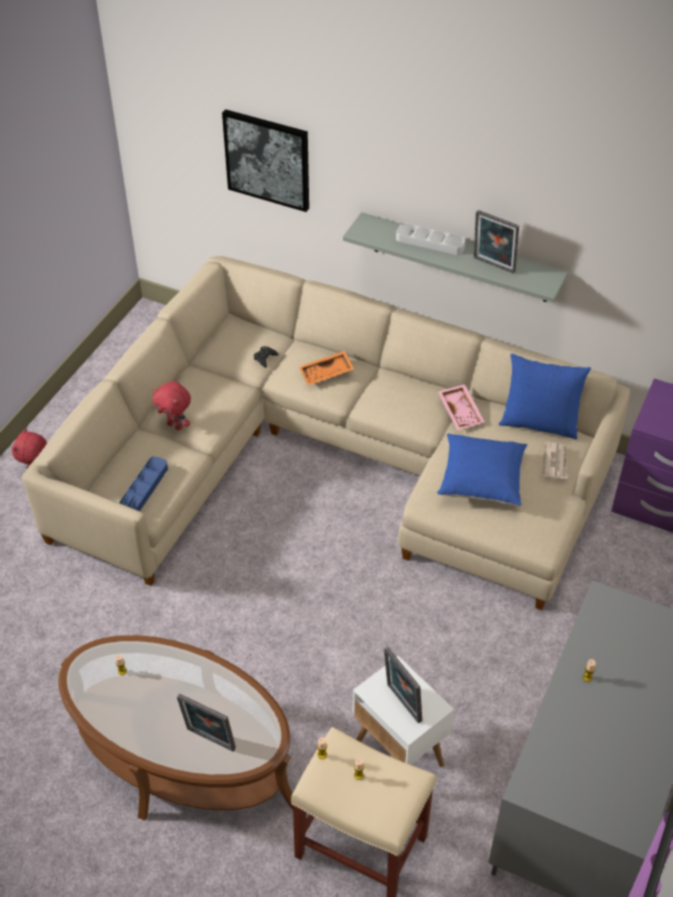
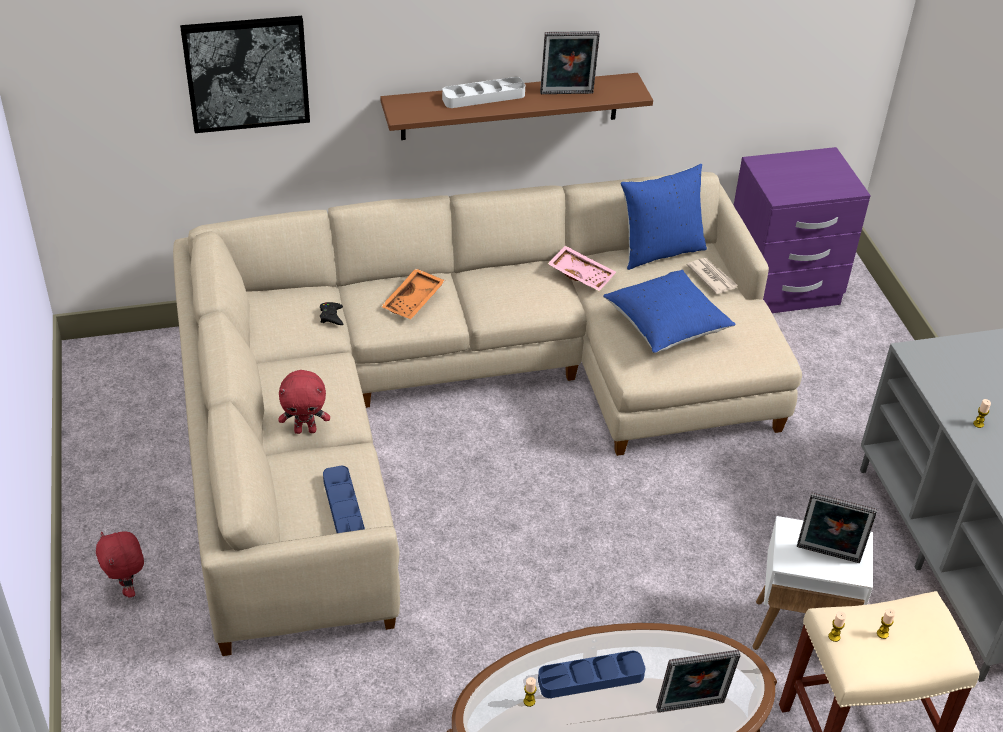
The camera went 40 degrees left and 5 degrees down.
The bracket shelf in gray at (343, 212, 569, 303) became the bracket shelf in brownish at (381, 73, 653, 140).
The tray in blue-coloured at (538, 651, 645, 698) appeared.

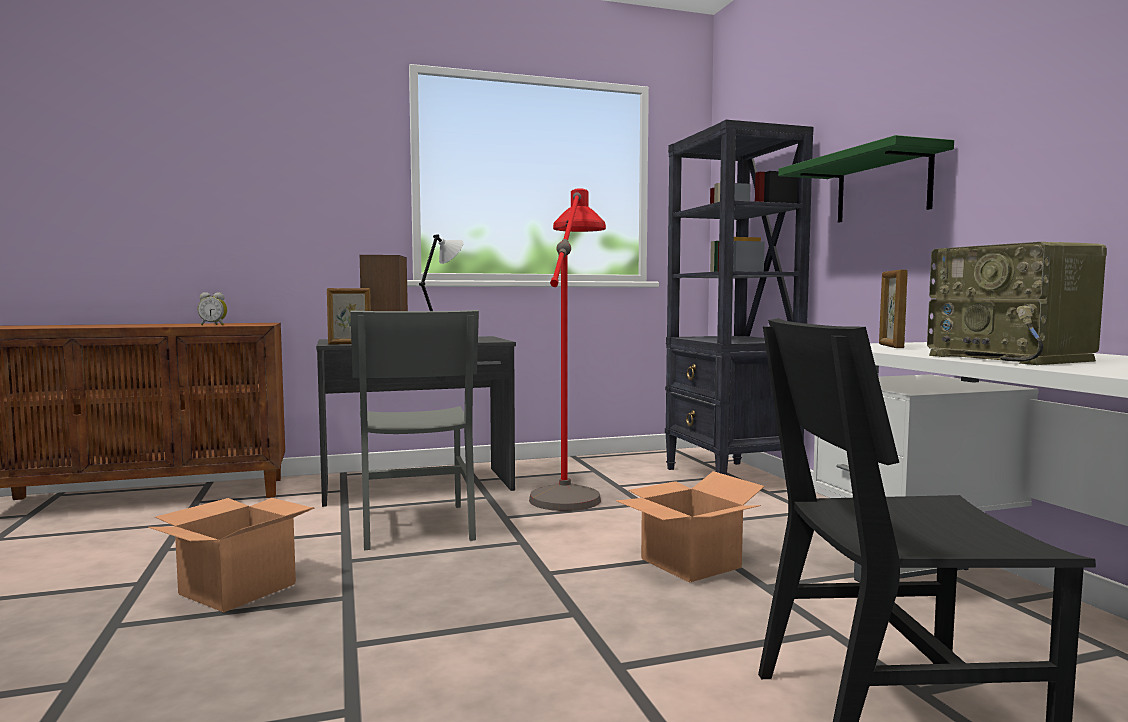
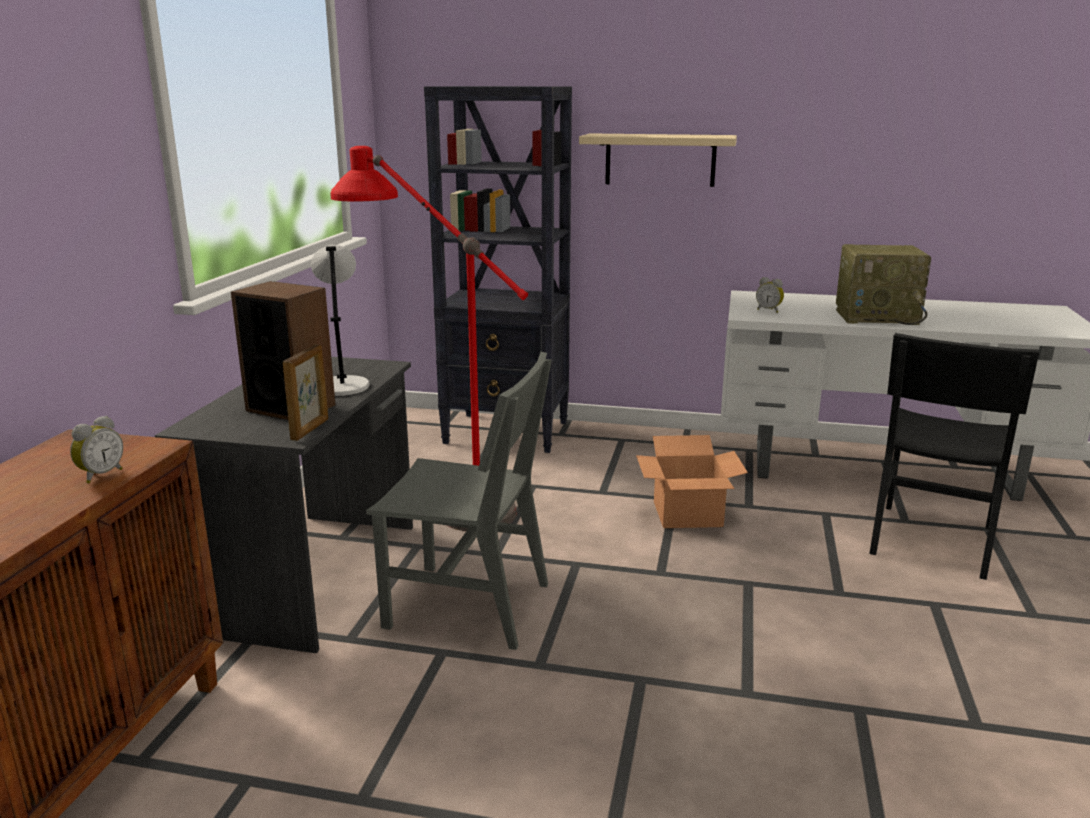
The camera went 60 degrees left and 15 degrees up.
The bracket shelf in green-coloured at (778, 135, 954, 223) became the bracket shelf in beige-coloured at (579, 133, 737, 187).
The standing frame at (879, 270, 908, 348) was replaced by the bedside clock at (756, 277, 784, 313).
The cardboard box at (148, 498, 315, 612) disappeared.

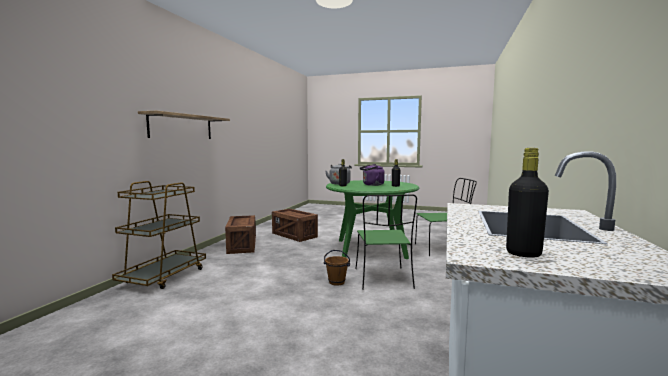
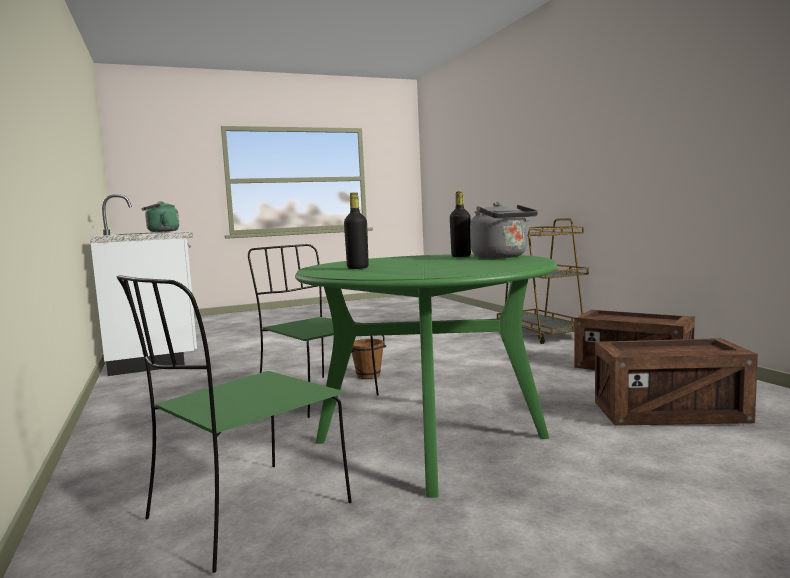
The camera went 140 degrees right and 0 degrees up.
The bracket shelf at (138, 111, 230, 139) disappeared.
The bottle in blackish at (506, 148, 549, 258) was replaced by the tea kettle in green-coloured at (141, 201, 179, 232).
The tea kettle in purple-coloured at (360, 164, 385, 186) disappeared.

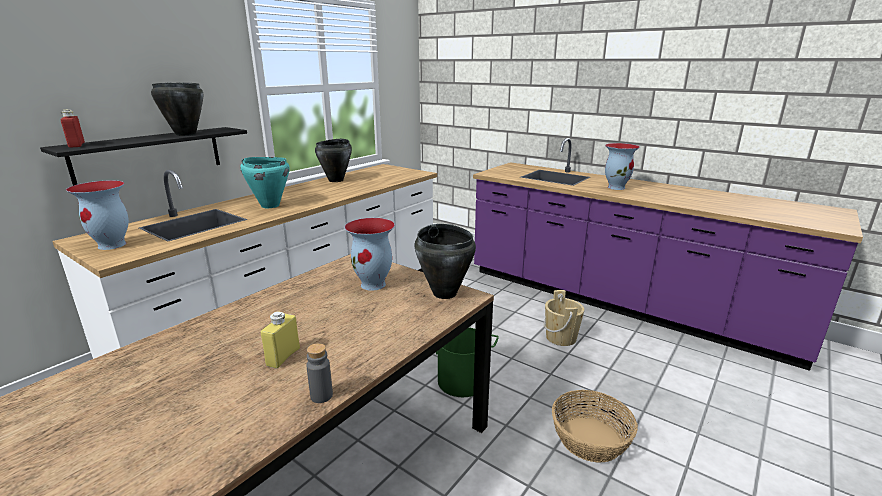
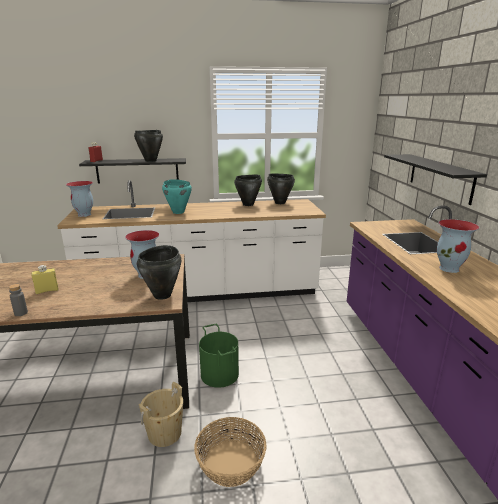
The camera went 45 degrees right and 0 degrees up.
The bucket in beige-coloured moved from (544, 290, 585, 346) to (139, 382, 183, 447).
The bracket shelf in blackish at (384, 154, 487, 205) appeared.
The stockpot in blackish at (267, 173, 295, 204) appeared.

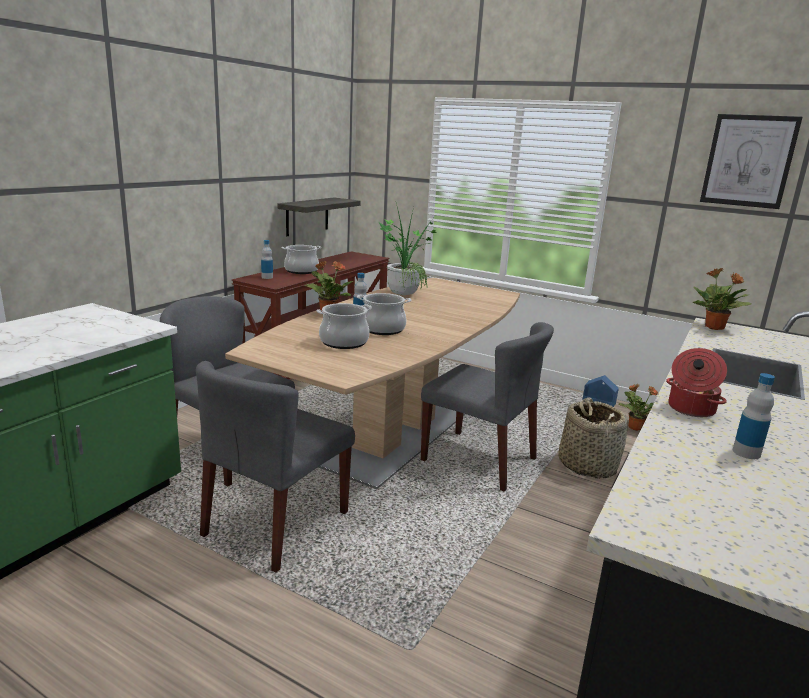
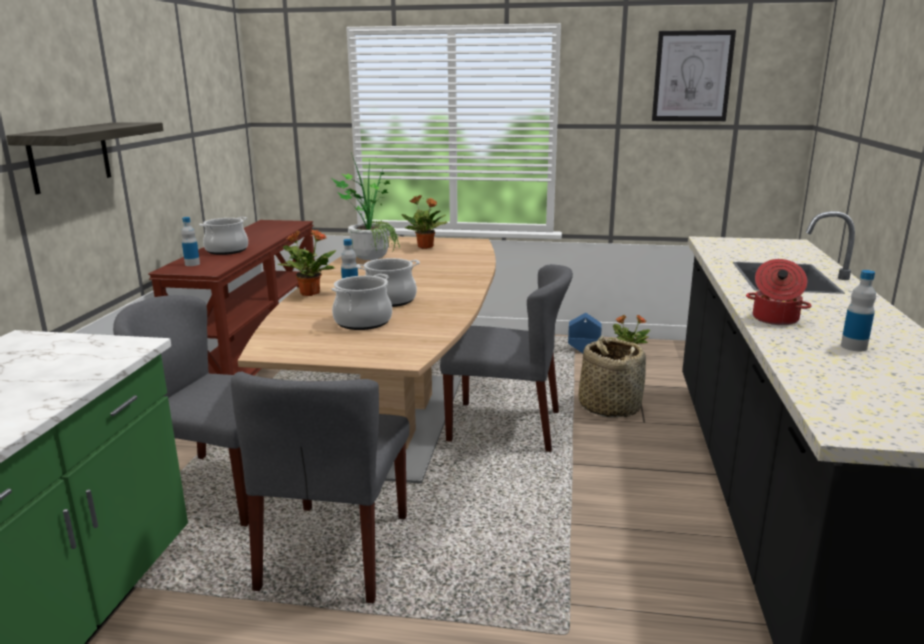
The camera went 20 degrees left and 0 degrees up.
The bracket shelf moved from (277, 198, 361, 236) to (6, 122, 164, 194).
The potted plant moved from (693, 268, 751, 330) to (401, 195, 448, 249).

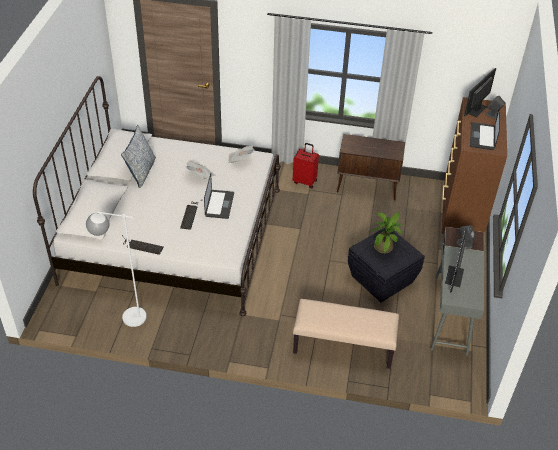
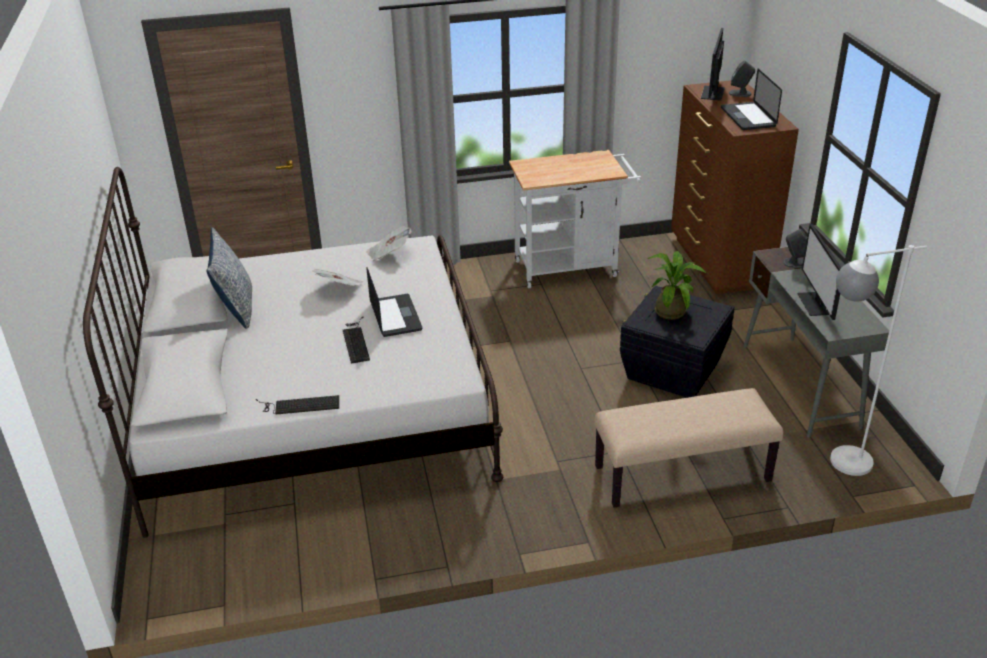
The camera went 20 degrees left and 10 degrees down.
The cabinet in brownish at (337, 134, 405, 201) was replaced by the cart in white-coloured at (509, 150, 642, 288).
The travel case in red at (293, 143, 319, 189) disappeared.
The standard lamp in white-coloured moved from (86, 212, 147, 327) to (830, 245, 927, 476).

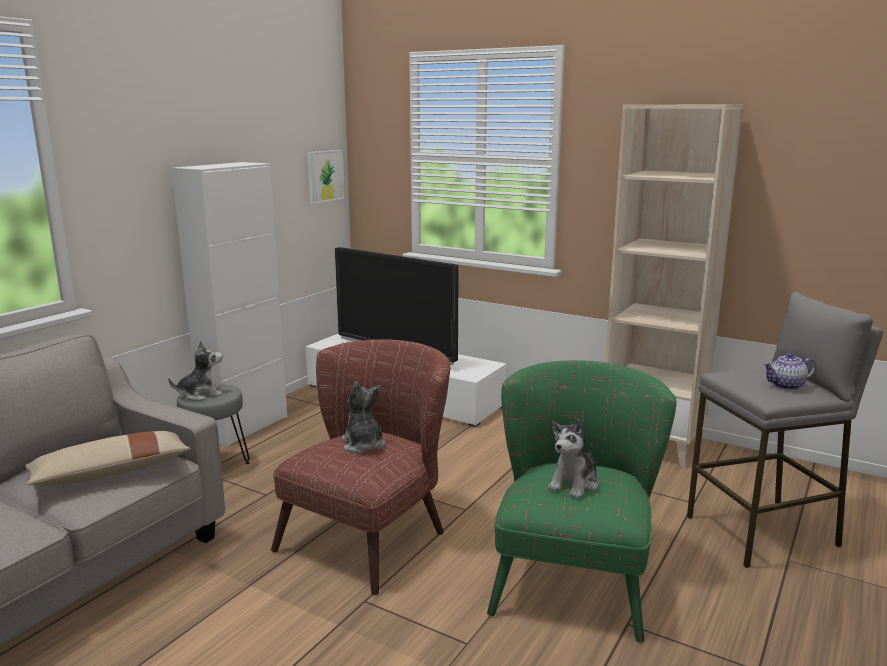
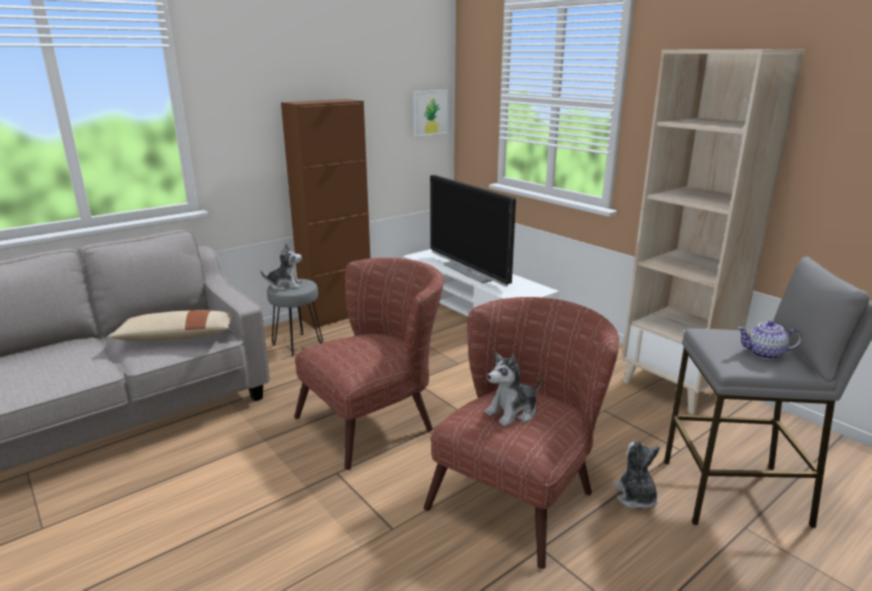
The camera went 20 degrees right and 5 degrees up.
The cabinet in white-coloured at (172, 162, 287, 447) became the cabinet in brownish at (281, 99, 370, 329).
The armchair in green-coloured at (487, 360, 677, 643) became the armchair in brownish at (424, 297, 619, 569).
The soft toy moved from (342, 381, 385, 453) to (614, 441, 660, 509).

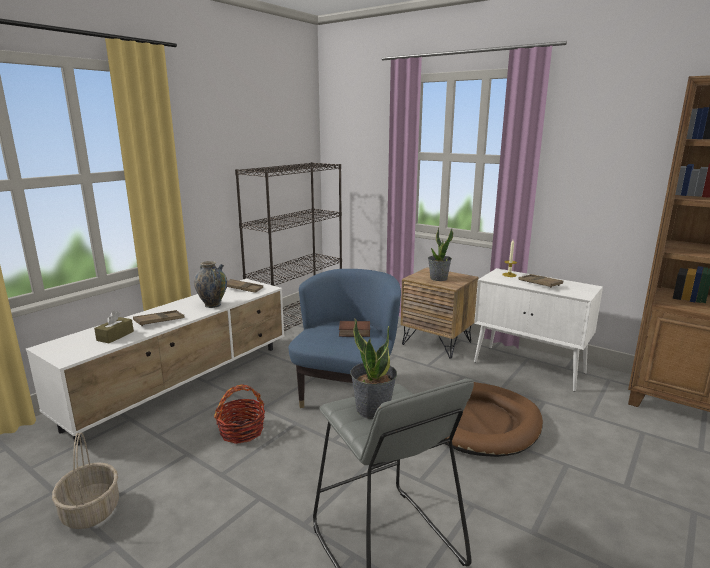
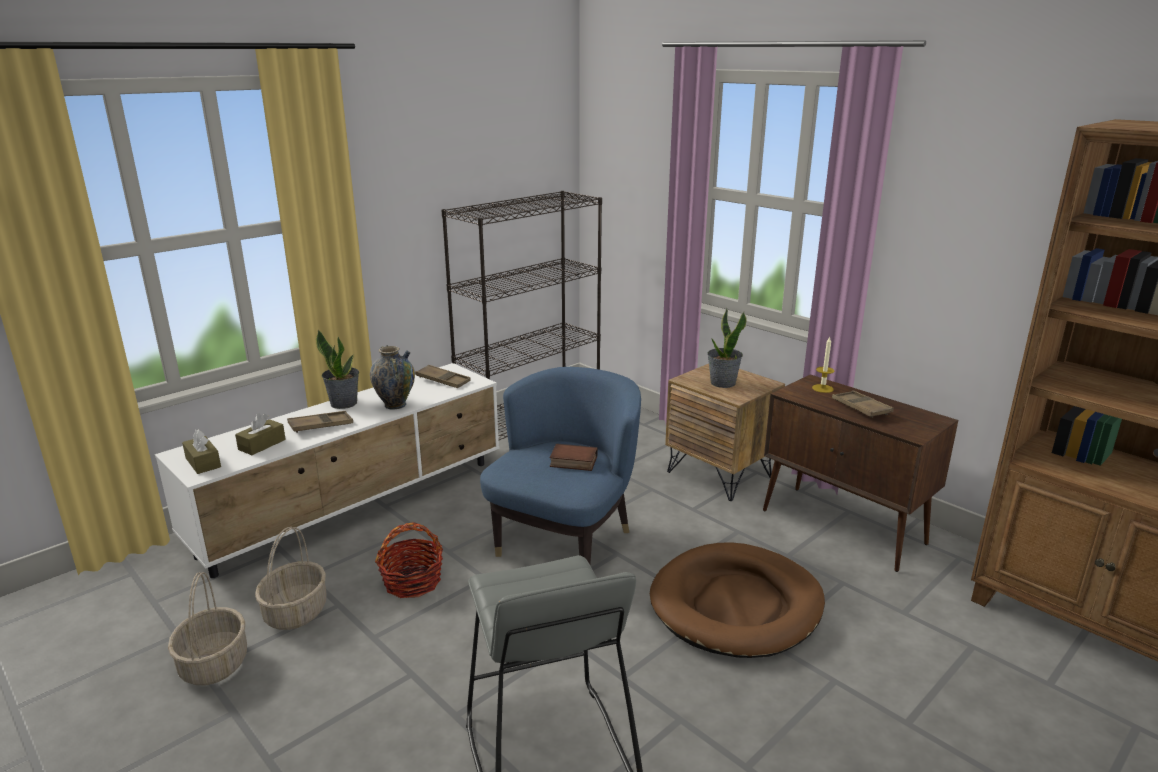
The camera went 10 degrees right and 5 degrees up.
The cabinet in white-coloured at (474, 268, 603, 392) became the cabinet in brownish at (763, 375, 958, 572).
The potted plant moved from (350, 319, 397, 419) to (316, 330, 359, 409).
The tissue box in brownish at (182, 429, 221, 474) appeared.
The household basket at (255, 527, 327, 630) appeared.

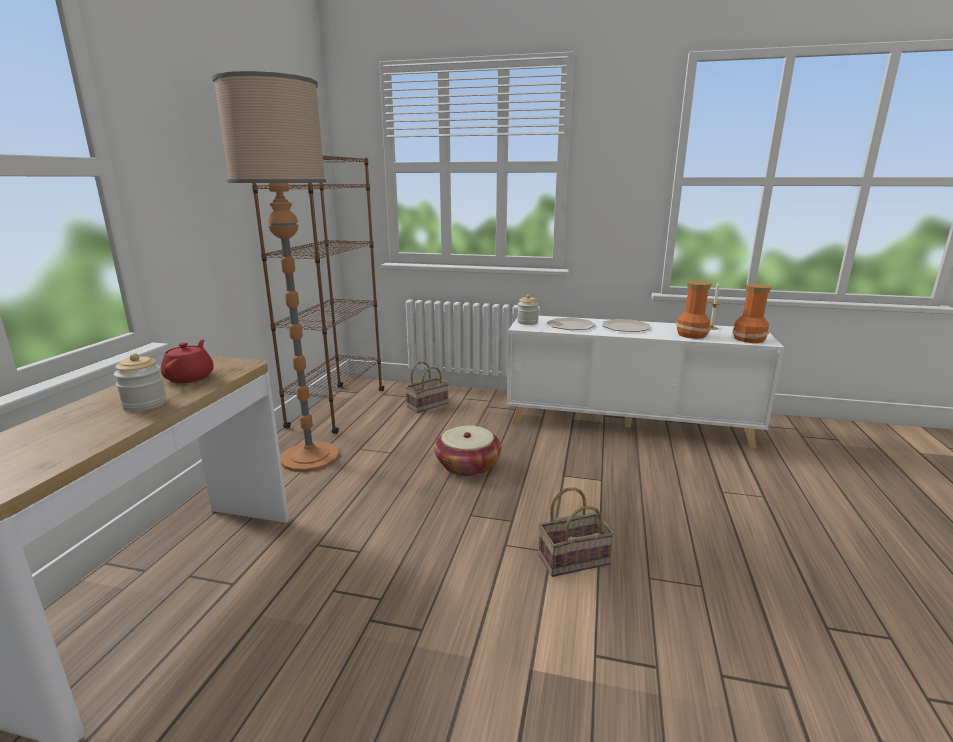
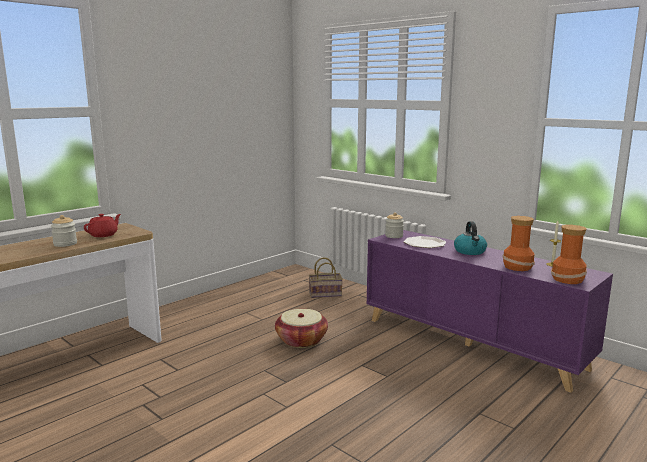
The camera went 30 degrees right and 5 degrees down.
The standard lamp at (212, 71, 339, 472) disappeared.
The bookcase in brownish at (252, 156, 384, 434) disappeared.
The cabinet in white-coloured at (507, 316, 784, 448) became the cabinet in purple-coloured at (366, 230, 613, 393).
The dinner plate at (602, 319, 650, 332) was replaced by the tea kettle at (454, 221, 487, 255).
The household basket at (539, 487, 614, 577) disappeared.

